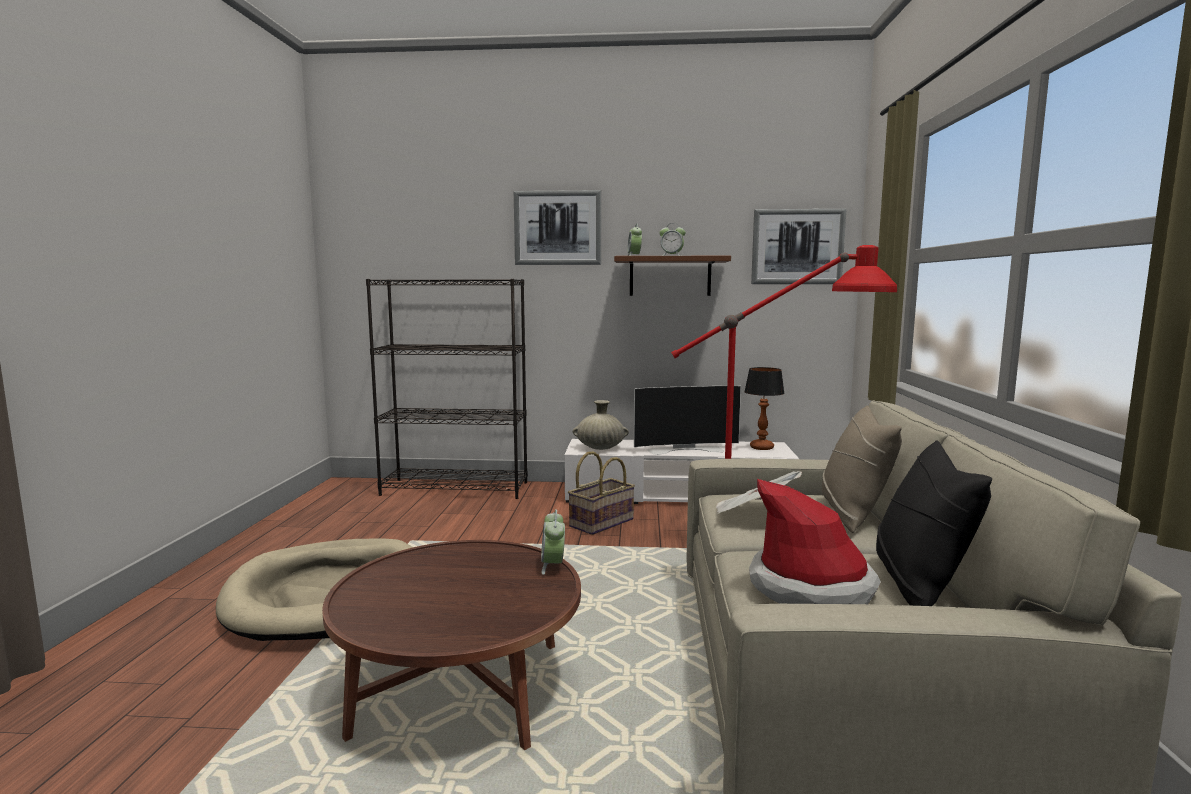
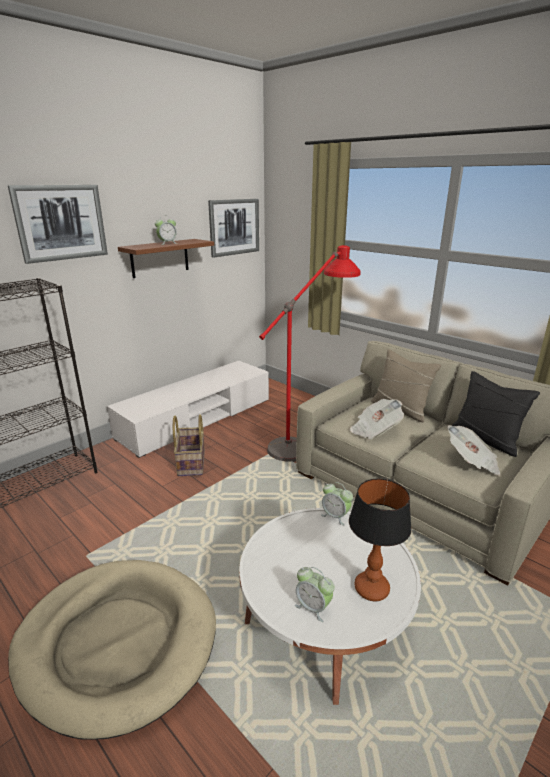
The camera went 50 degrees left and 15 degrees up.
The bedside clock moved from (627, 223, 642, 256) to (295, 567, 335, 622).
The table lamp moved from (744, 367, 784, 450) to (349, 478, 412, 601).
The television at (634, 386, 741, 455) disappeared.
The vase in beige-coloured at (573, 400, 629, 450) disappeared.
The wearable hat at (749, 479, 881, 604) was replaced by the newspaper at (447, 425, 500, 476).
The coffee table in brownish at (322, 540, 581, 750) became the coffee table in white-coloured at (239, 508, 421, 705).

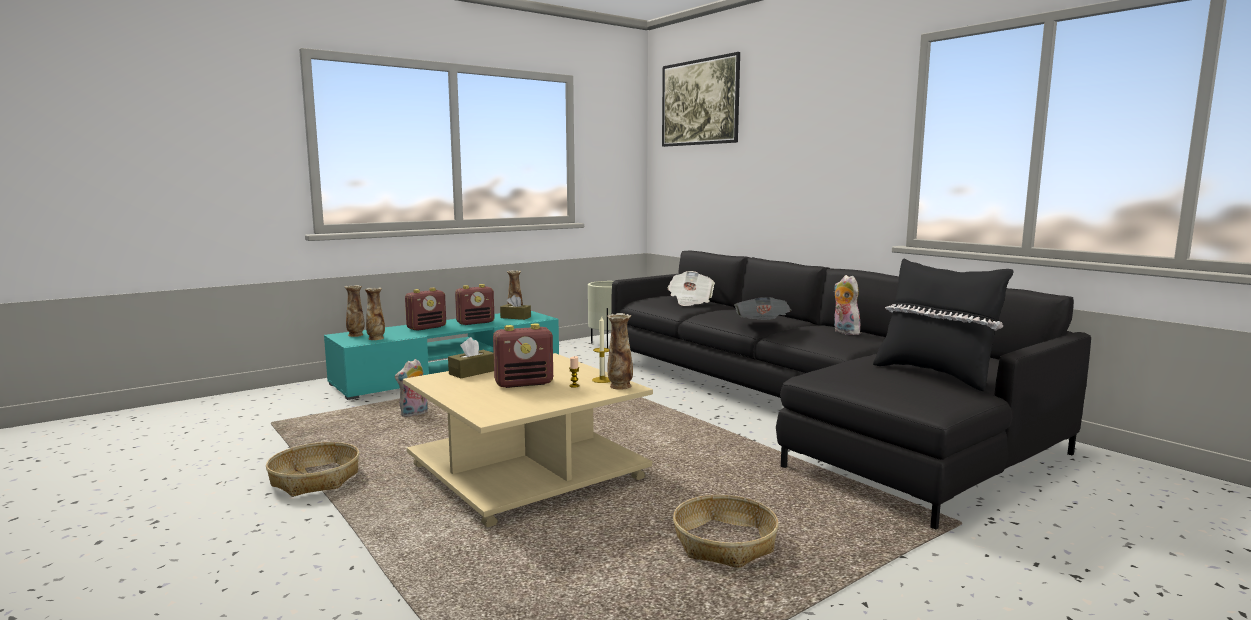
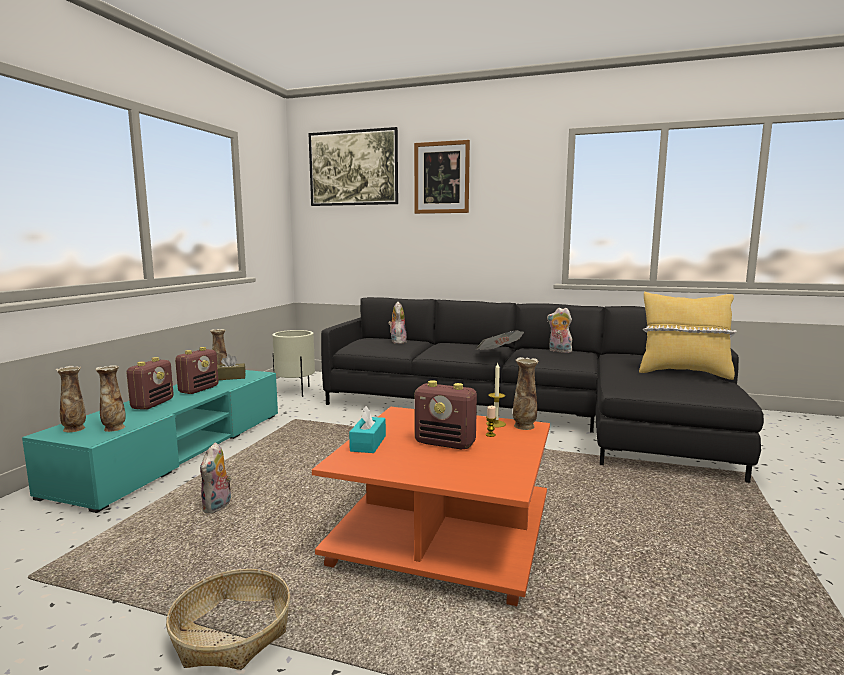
The camera went 35 degrees left and 0 degrees up.
The pillow in blackish at (873, 259, 1013, 391) became the pillow in yellowish at (639, 292, 736, 380).
The newspaper at (668, 271, 715, 306) was replaced by the soft toy at (388, 302, 407, 344).
The radio set at (493, 324, 553, 388) turned 75 degrees clockwise.
The tissue box in brownish at (448, 337, 494, 378) became the tissue box in blue-green at (349, 406, 386, 453).
The coffee table in beige-coloured at (403, 353, 653, 528) became the coffee table in orange at (312, 407, 550, 606).
The household basket at (673, 495, 779, 568) disappeared.
The wall picture at (414, 140, 470, 214) appeared.

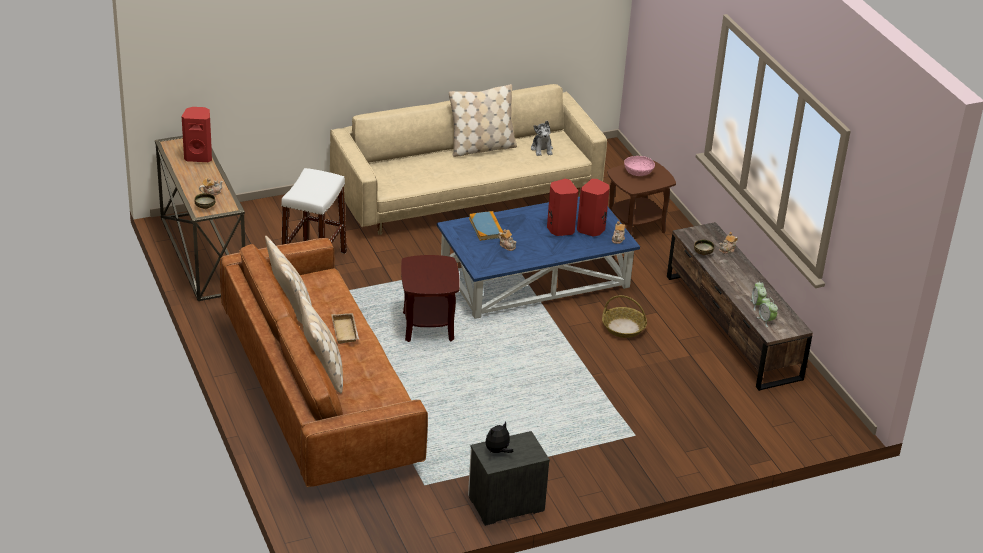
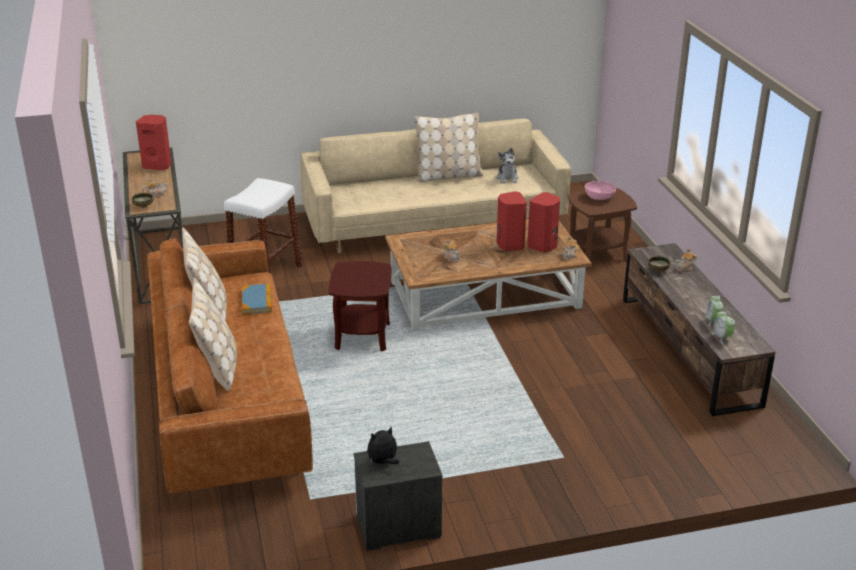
The camera went 10 degrees right and 5 degrees down.
The coffee table in blue-coloured at (437, 197, 640, 319) became the coffee table in brownish at (385, 219, 592, 331).
The volume moved from (469, 211, 503, 241) to (242, 284, 272, 314).
The household basket at (602, 295, 647, 338) disappeared.
The tray in beige-coloured at (331, 313, 359, 344) disappeared.

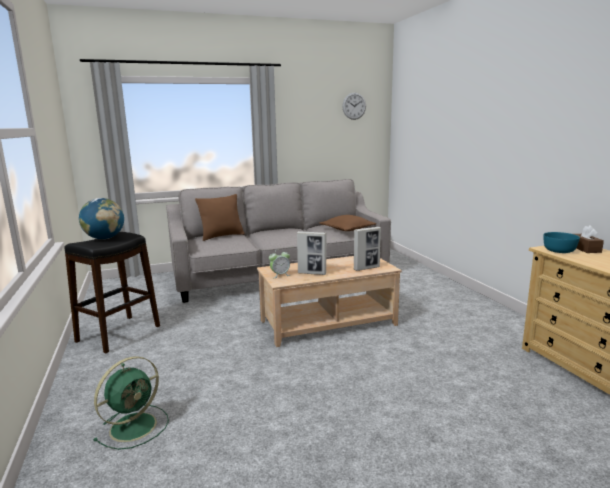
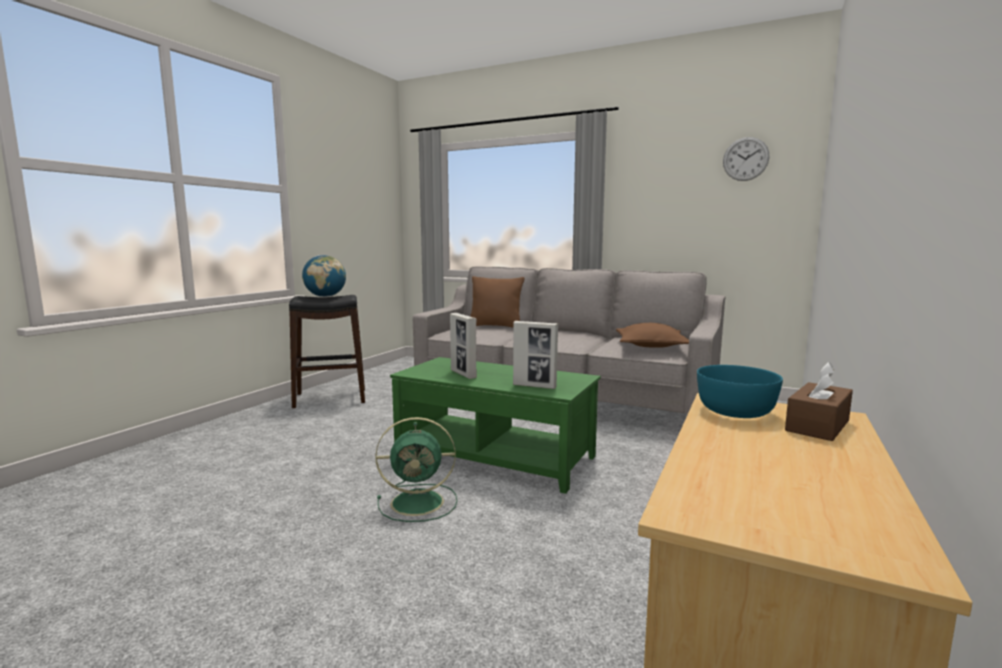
The camera went 45 degrees right and 5 degrees down.
The bedside clock at (269, 249, 291, 278) disappeared.
The coffee table in beige-coloured at (257, 256, 402, 347) became the coffee table in green-coloured at (390, 357, 601, 494).
The electric fan in green-coloured moved from (94, 356, 169, 450) to (375, 417, 457, 522).

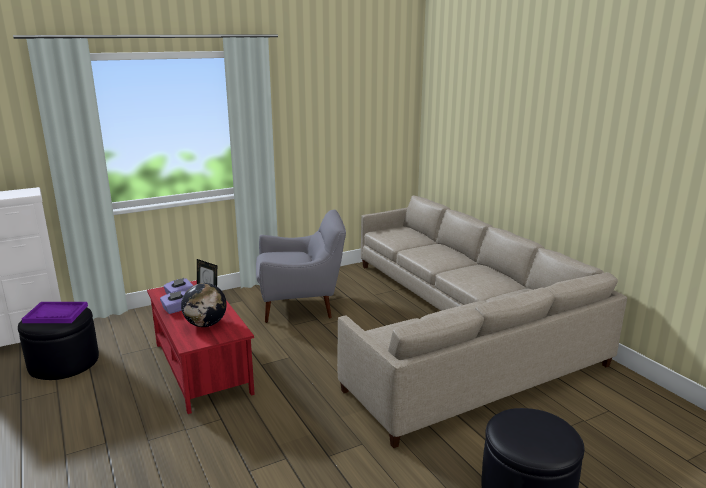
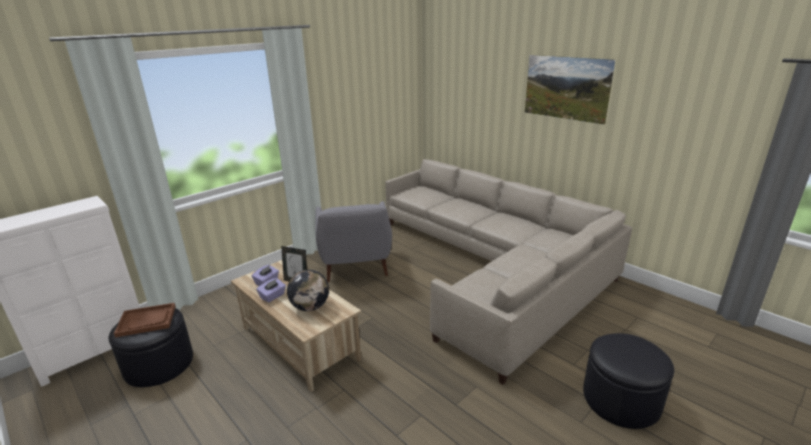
The camera went 15 degrees left and 5 degrees up.
The armchair in gray at (256, 210, 346, 323) turned 105 degrees clockwise.
The coffee table in red at (147, 280, 255, 414) became the coffee table in beige-coloured at (231, 260, 361, 392).
The tray in purple-coloured at (22, 302, 88, 323) became the tray in brownish at (114, 303, 176, 337).
The wall picture at (525, 55, 615, 125) appeared.

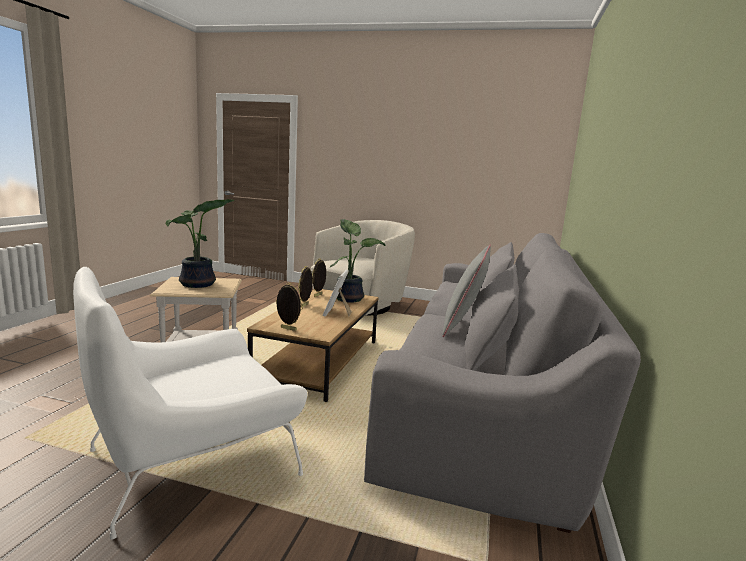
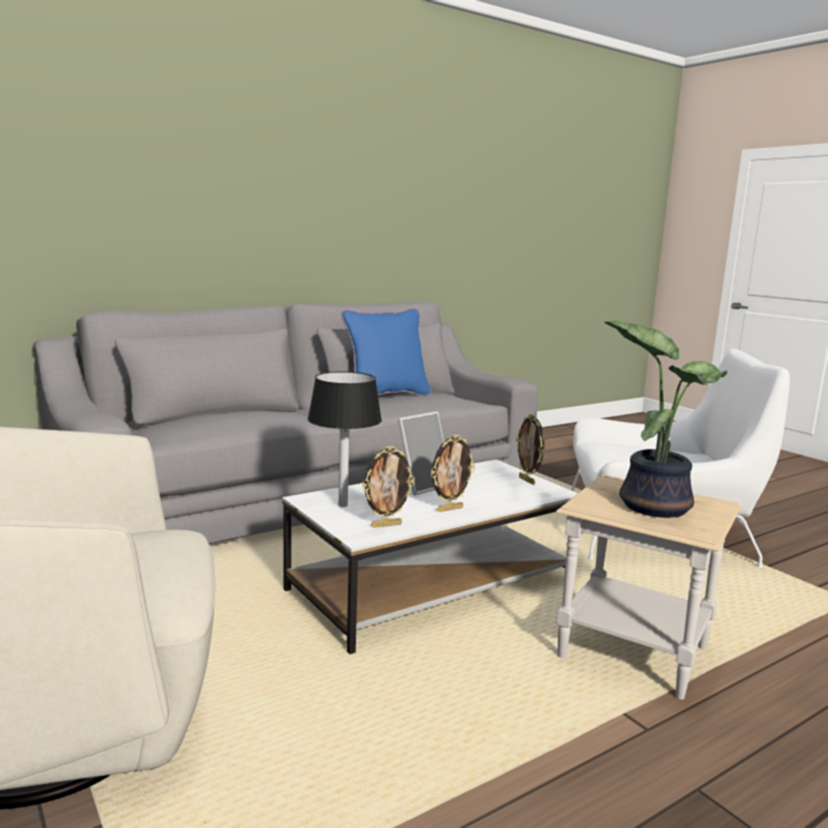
The camera went 140 degrees left and 0 degrees up.
The potted plant at (330, 219, 385, 302) was replaced by the table lamp in blackish at (308, 372, 382, 507).
The pillow in gray at (442, 245, 491, 337) became the pillow in blue-coloured at (342, 308, 431, 396).
The coffee table in brownish at (247, 289, 379, 402) became the coffee table in white-coloured at (282, 459, 578, 654).

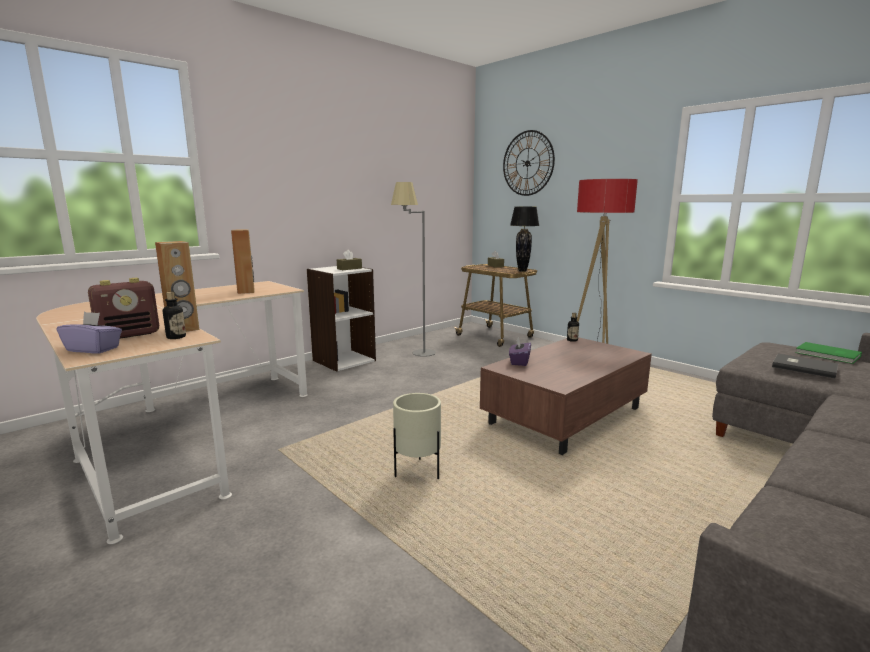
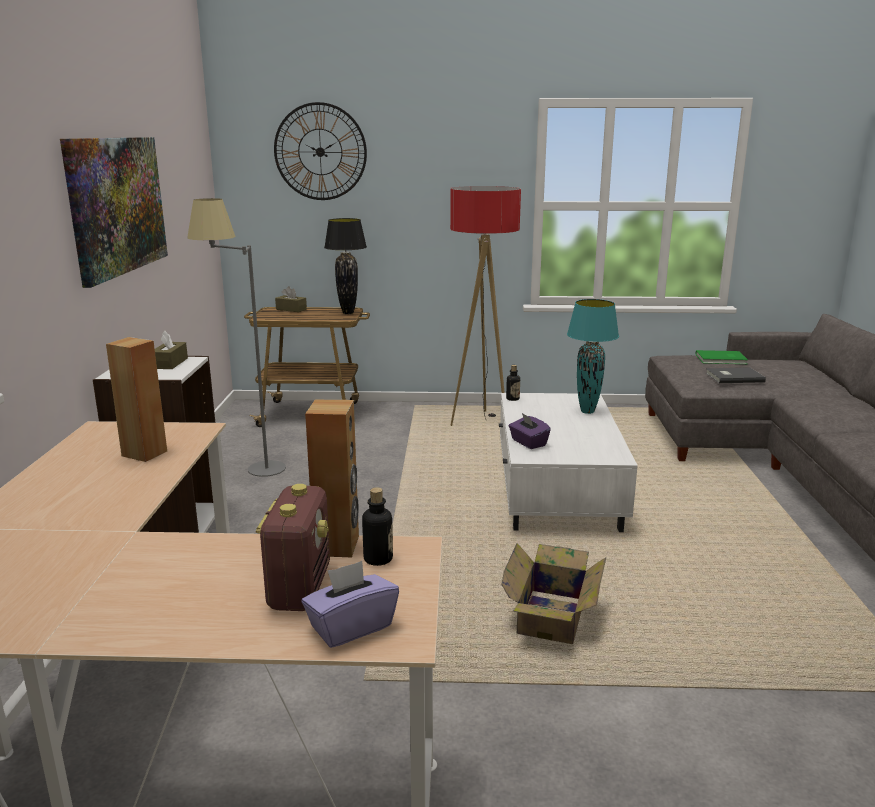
The camera went 45 degrees left and 5 degrees up.
The coffee table in brownish at (480, 337, 652, 455) became the coffee table in white-coloured at (499, 393, 638, 532).
The flower pot in beige-coloured at (393, 393, 441, 479) was replaced by the cardboard box at (501, 543, 606, 644).
The wall picture at (60, 137, 168, 288) appeared.
The table lamp in blue-green at (567, 299, 619, 414) appeared.

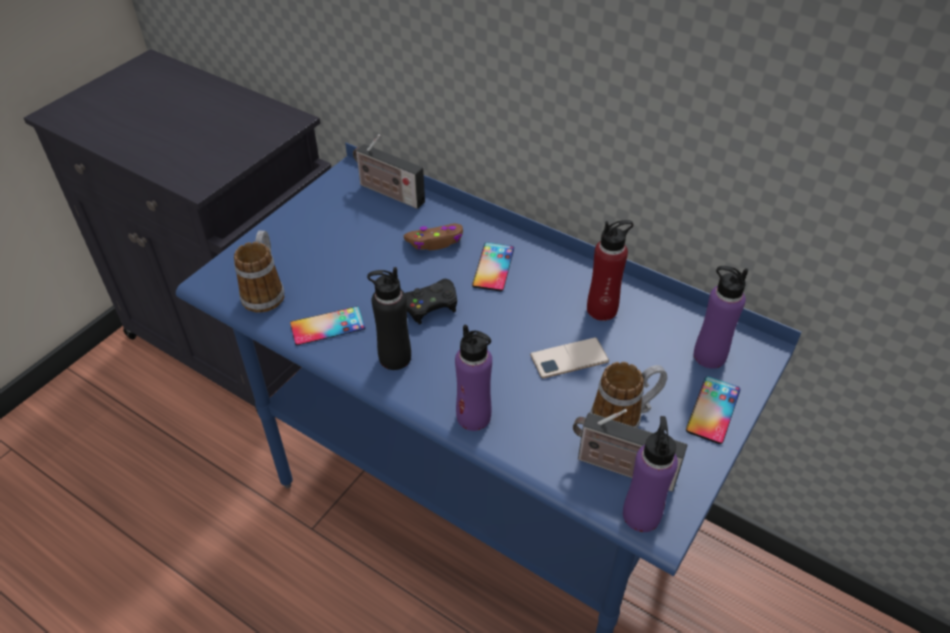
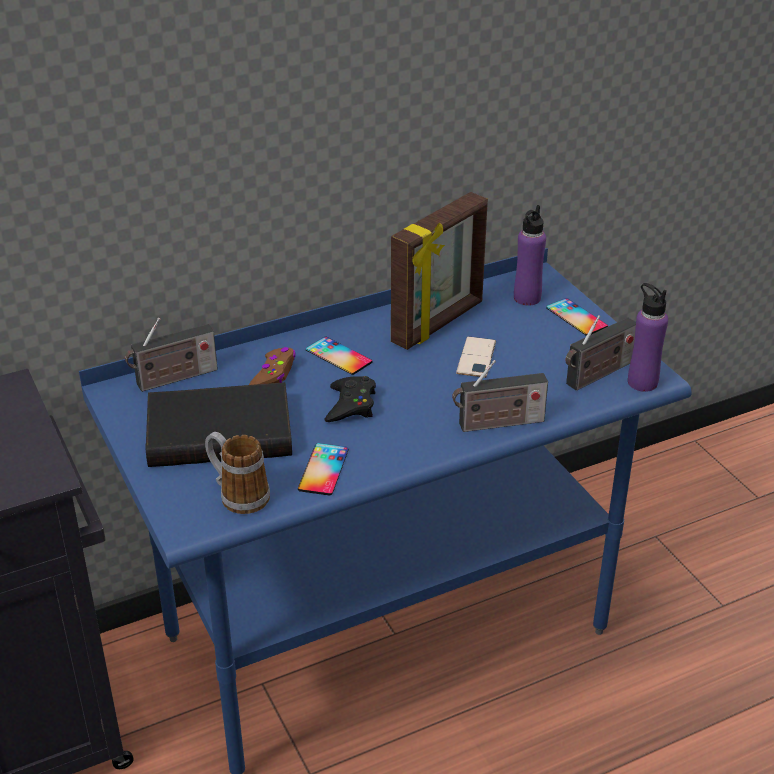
The camera went 60 degrees left and 10 degrees down.
The bottle in red at (587, 220, 634, 321) was replaced by the standing frame at (391, 192, 488, 350).
The bottle in blackish at (367, 267, 411, 370) disappeared.
The bottle in purple-coloured at (455, 325, 492, 431) was replaced by the radio set at (452, 360, 548, 432).
The tea mug at (590, 362, 667, 428) disappeared.
The volume in blackish at (145, 382, 292, 467) appeared.

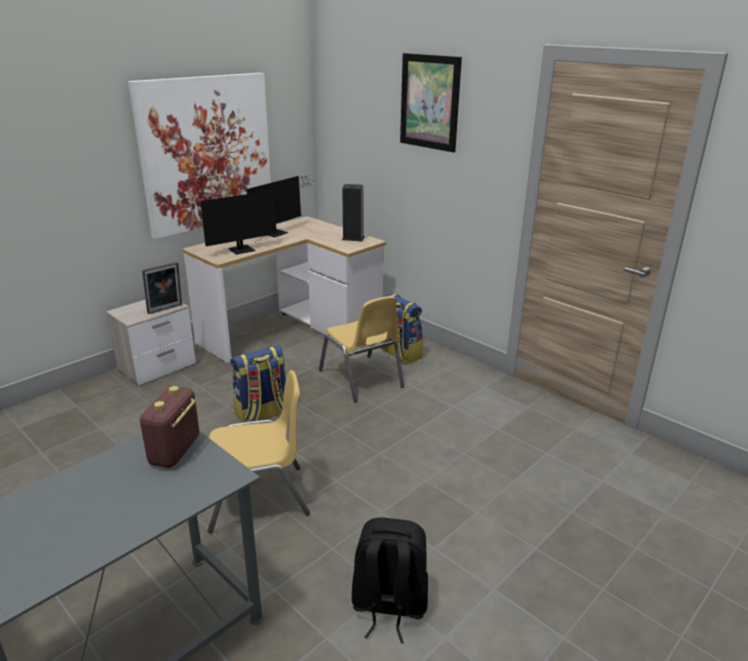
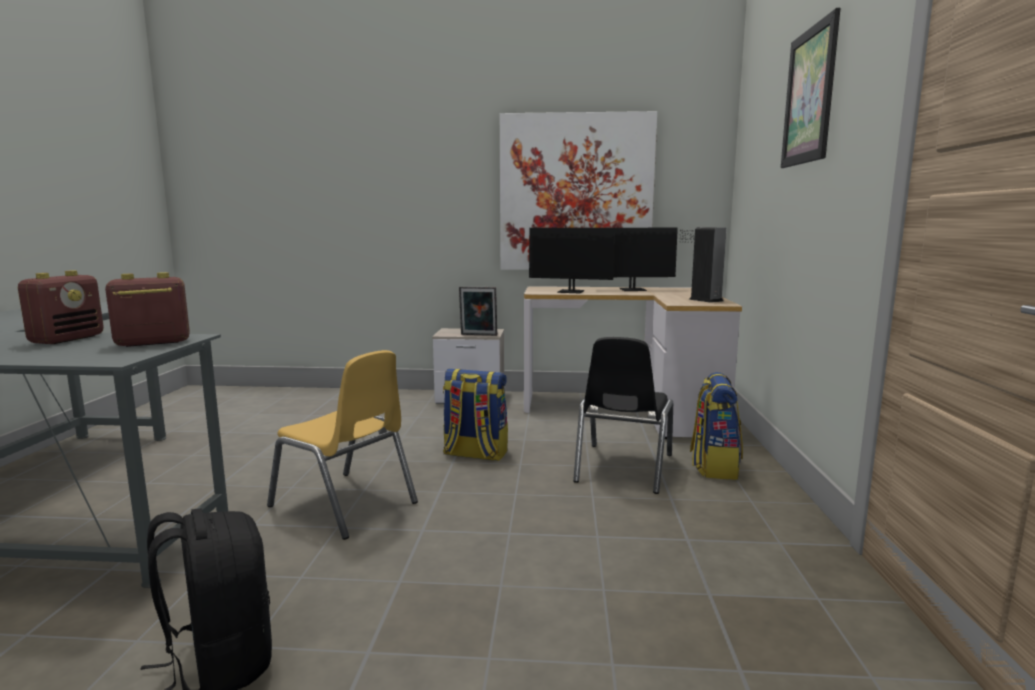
The camera went 50 degrees right and 15 degrees down.
The plain chair in yellowish at (319, 296, 405, 403) became the plain chair in blackish at (573, 337, 673, 494).
The radio set at (18, 270, 104, 344) appeared.

